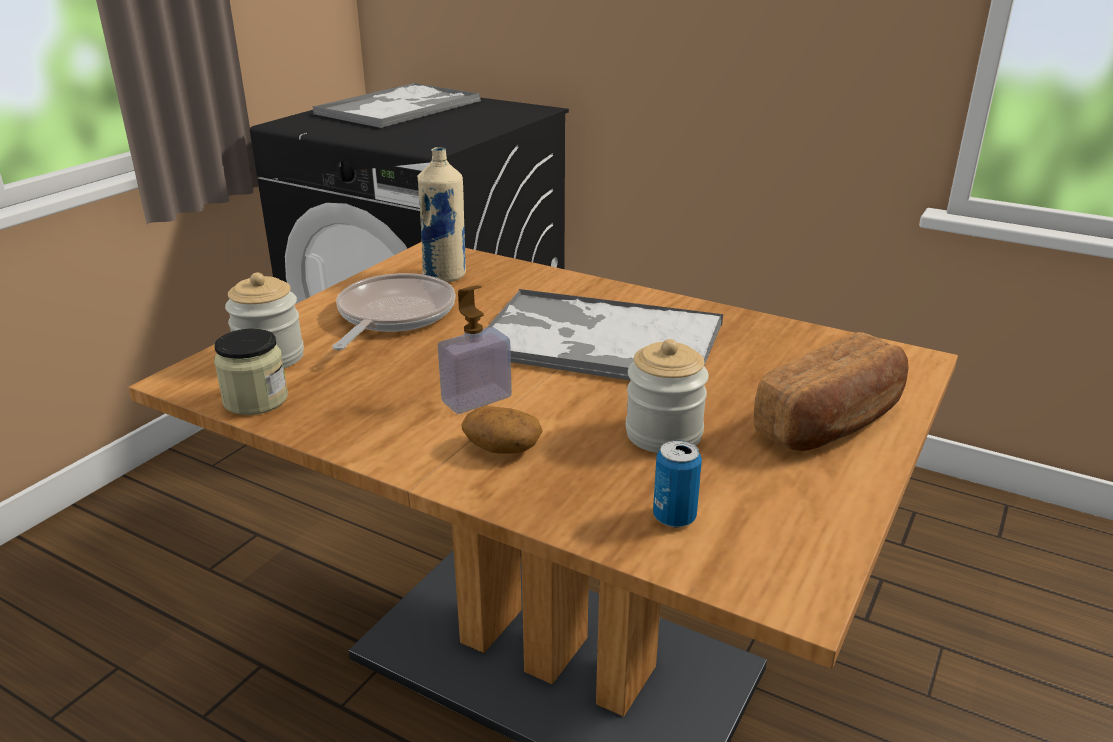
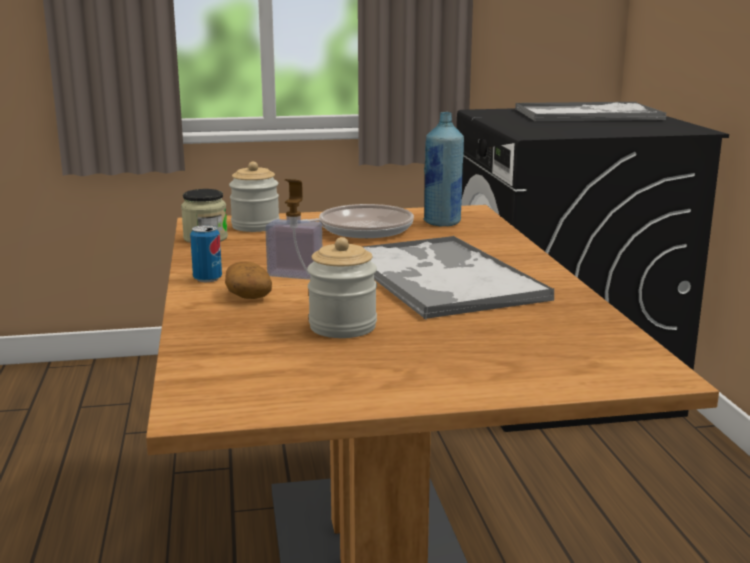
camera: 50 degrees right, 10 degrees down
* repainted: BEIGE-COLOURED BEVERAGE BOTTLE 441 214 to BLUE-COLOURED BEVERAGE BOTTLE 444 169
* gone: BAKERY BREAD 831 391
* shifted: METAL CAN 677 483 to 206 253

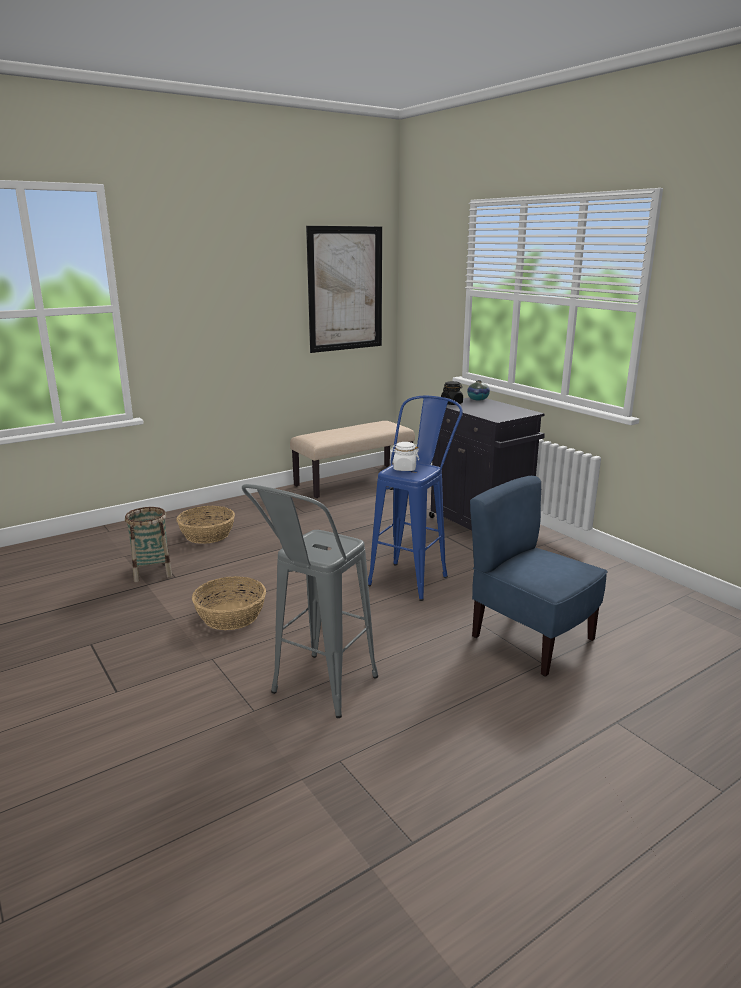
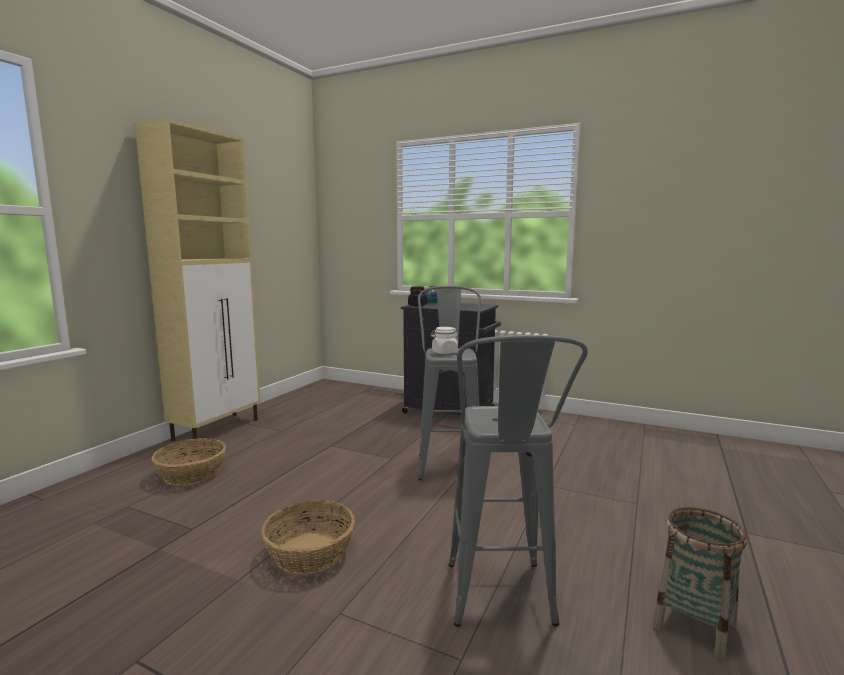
camera: 30 degrees left, 10 degrees down
* gone: WALL PICTURE 344 289
* repainted: BLUE-COLOURED STOOL 415 498 to GREYISH STOOL 449 383
* gone: BEIGE-COLOURED INDOOR BENCH 352 459
* gone: BLUE-COLOURED UPRIGHT CHAIR 539 576
* shifted: STORAGE BASKET 148 544 to 700 583
* new: BEIGE-COLOURED STORAGE CABINET 198 281

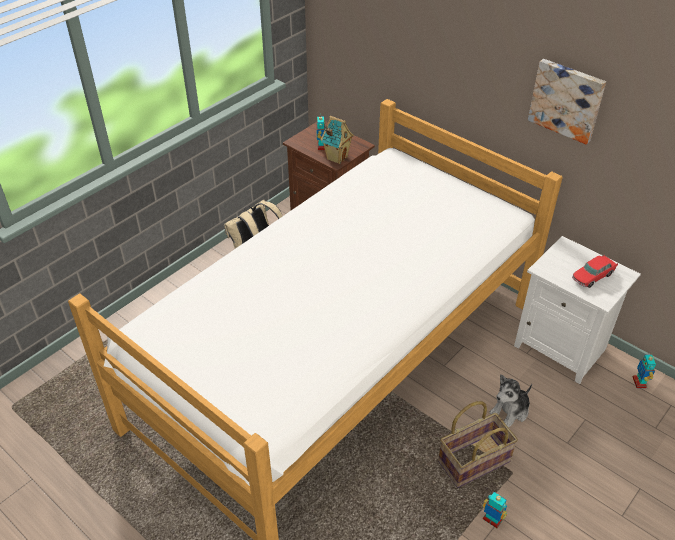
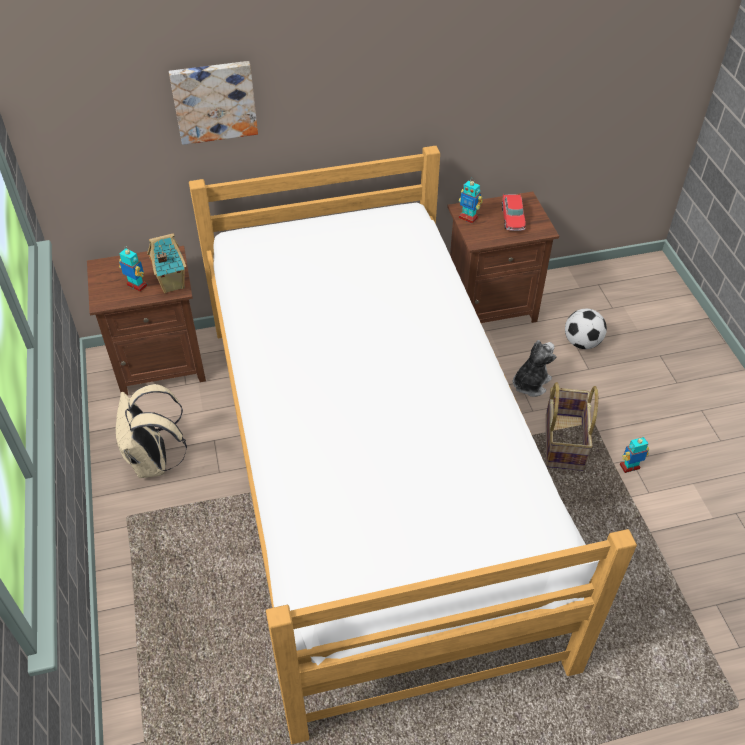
camera: 55 degrees left, 5 degrees up
* shifted: WALL PICTURE 567 102 to 213 103
* repainted: WHITE-COLOURED NIGHT TABLE 577 310 to BROWN-COLOURED NIGHT TABLE 503 257
* shifted: MODEL ROBOT 644 371 to 471 200
* rotated: CUDDLY TOY 510 401 = 535 368 135 degrees counterclockwise
* new: FOOTBALL BALL 586 329

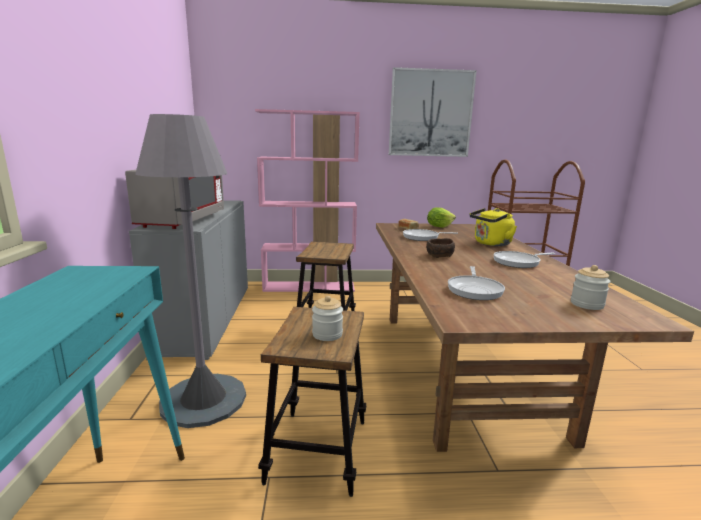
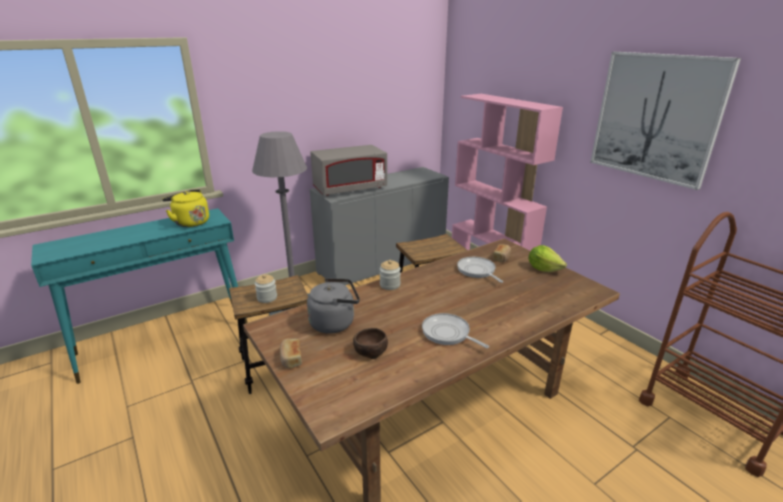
camera: 60 degrees right, 10 degrees up
* shifted: YELLOWISH KETTLE 493 227 to 185 208
* shifted: BROWN-COLOURED SERVING BOWL 440 248 to 370 343
* shifted: STORAGE JAR 590 287 to 390 275
* swapped: PAN 476 283 to GREYISH KETTLE 333 306
* new: BAKERY BREAD 291 354

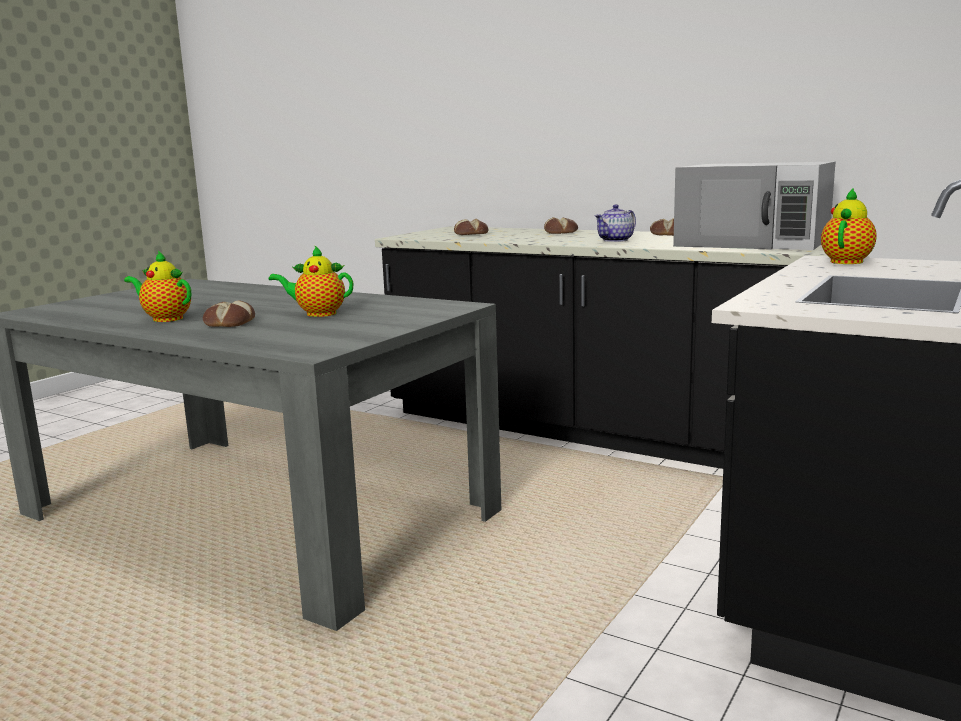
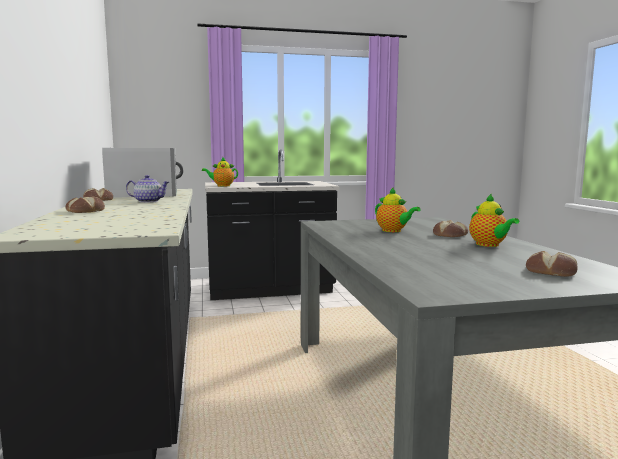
camera: 135 degrees left, 5 degrees down
* shifted: BAKERY BREAD 471 227 to 551 264

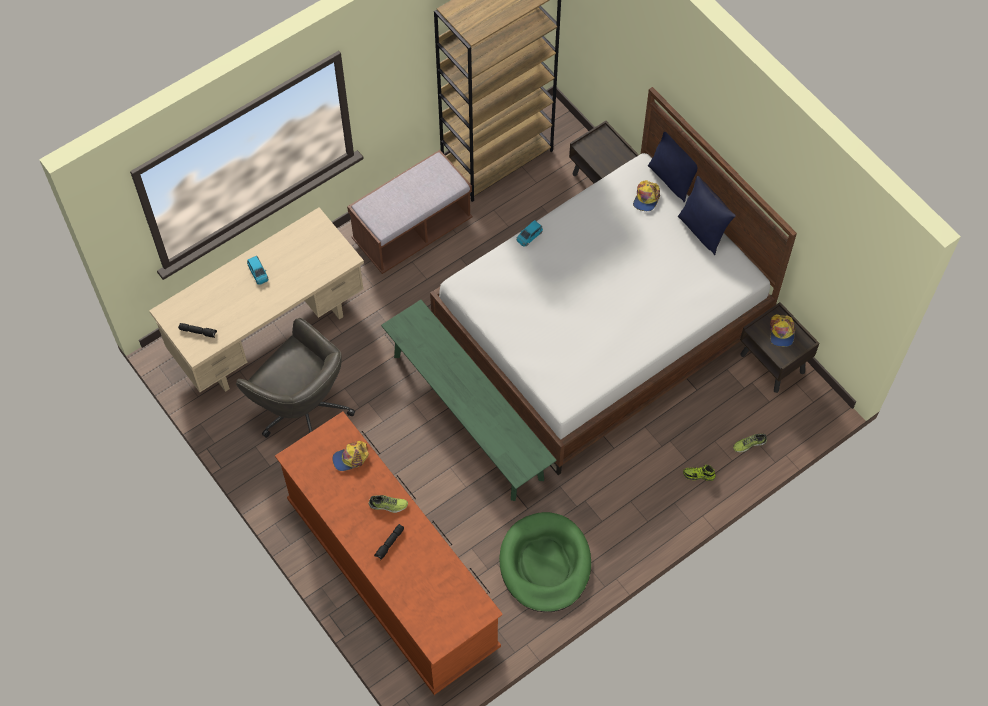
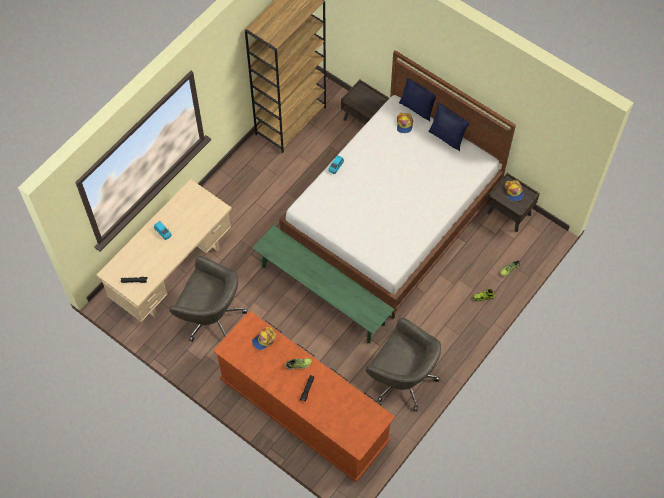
camera: 15 degrees left, 0 degrees up
* gone: BROWN-COLOURED INDOOR BENCH 409 212
* swapped: GREEN PET BED 545 562 to GREYISH DESK CHAIR 403 365

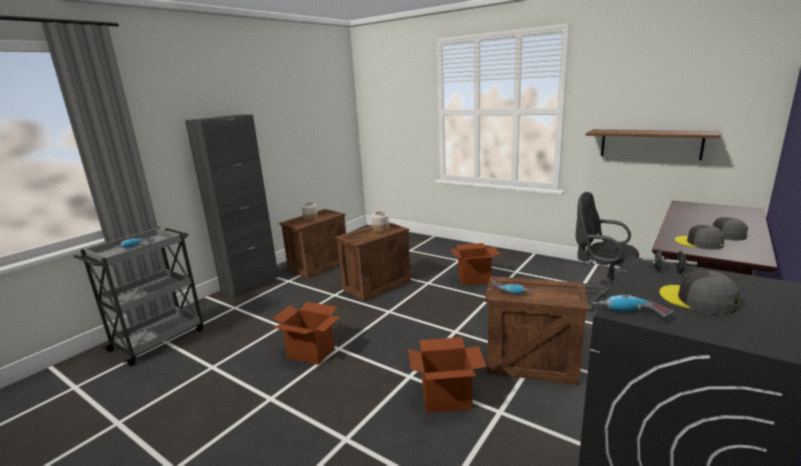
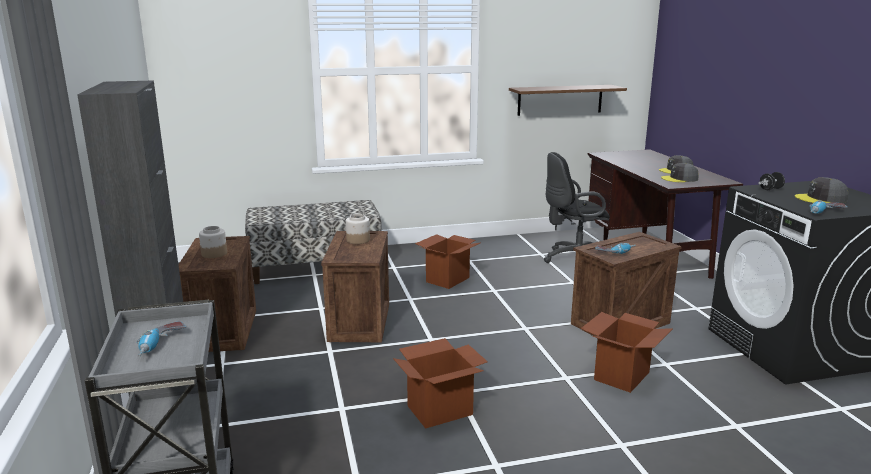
camera: 50 degrees left, 0 degrees up
* new: INDOOR BENCH 313 242

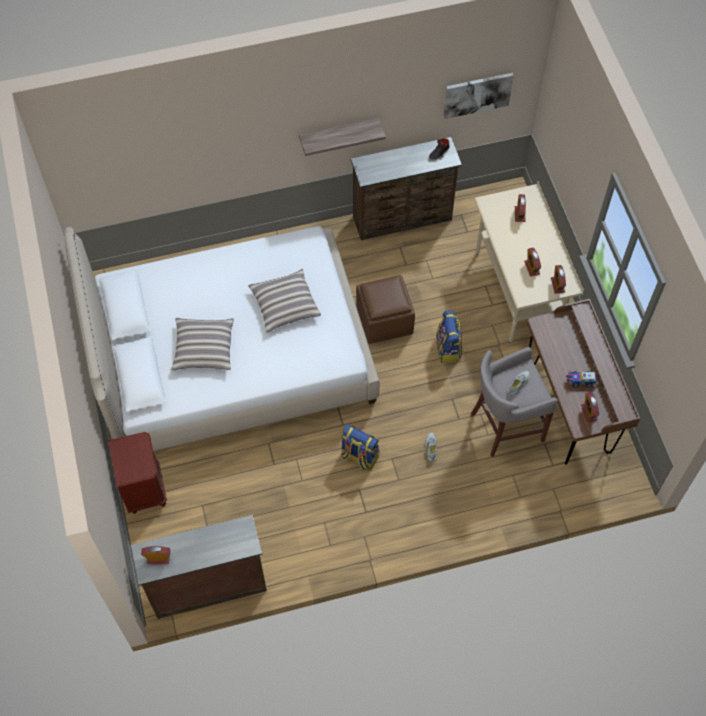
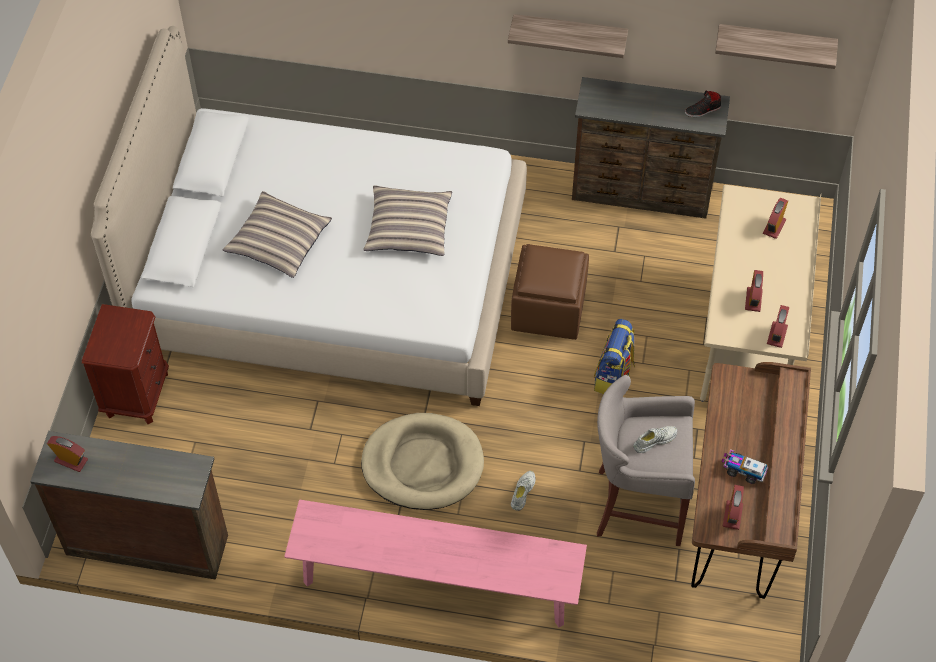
camera: 25 degrees right, 5 degrees down
* swapped: WALL PICTURE 479 95 to SHELF 776 46
* swapped: RUCKSACK 360 447 to BEIGE-COLOURED PET BED 422 461
* new: PINK INDOOR BENCH 435 563

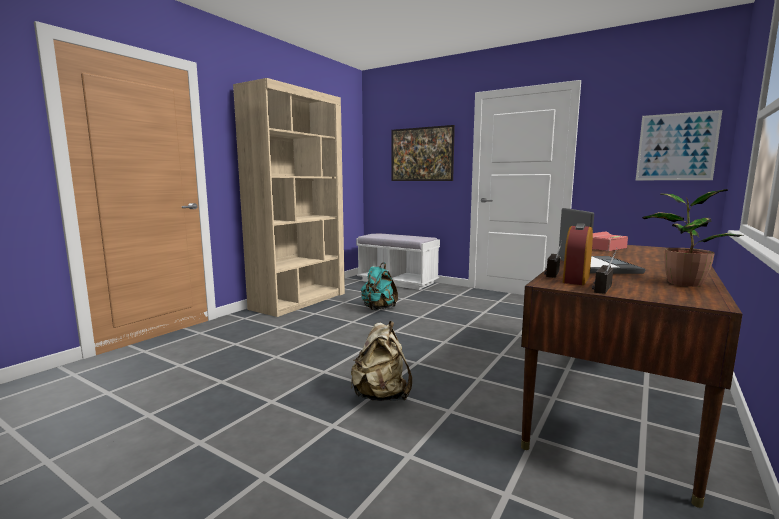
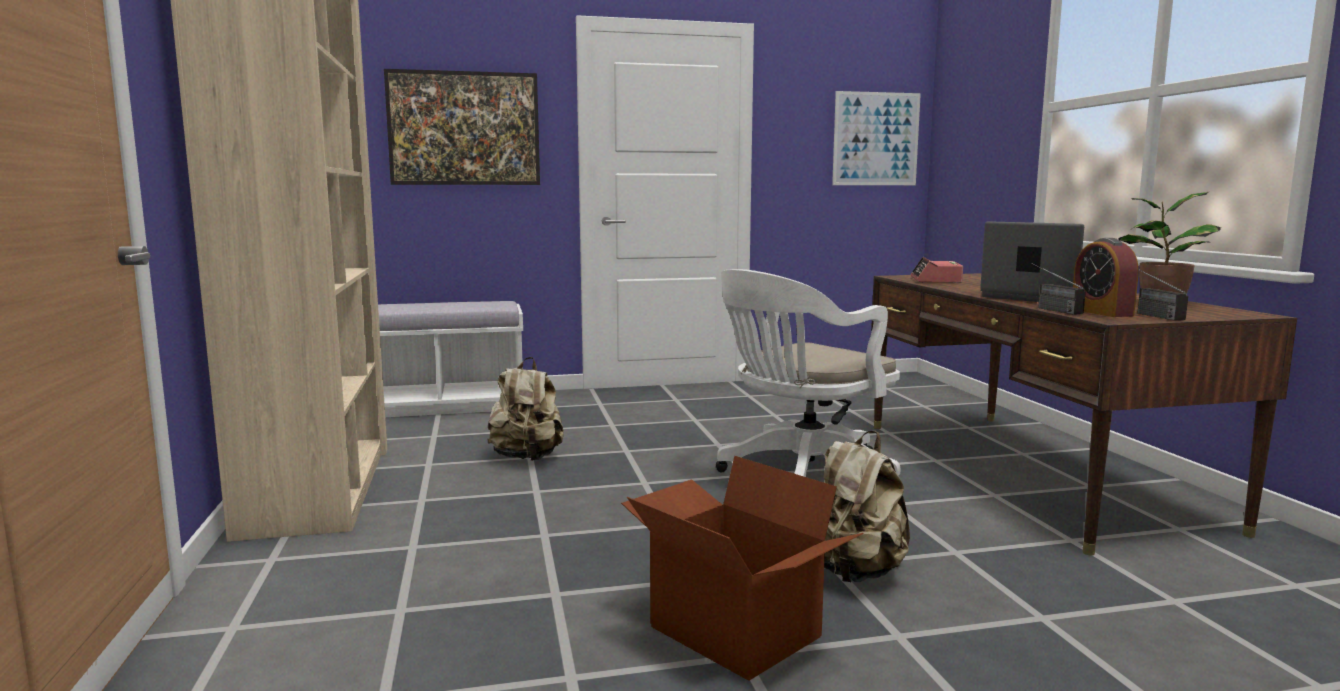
camera: 45 degrees left, 0 degrees up
* repainted: TURQUOISE-COLOURED RUCKSACK 379 286 to BEIGE-COLOURED RUCKSACK 526 409
* new: WHITE-COLOURED DESK CHAIR 808 373
* new: CARDBOARD BOX 742 568

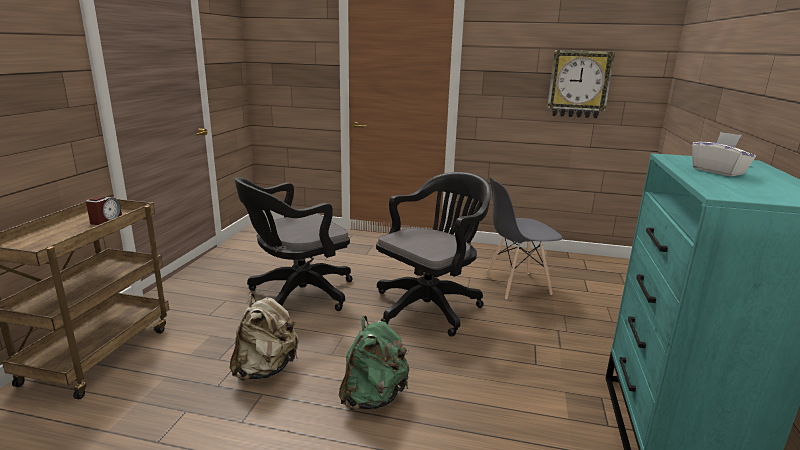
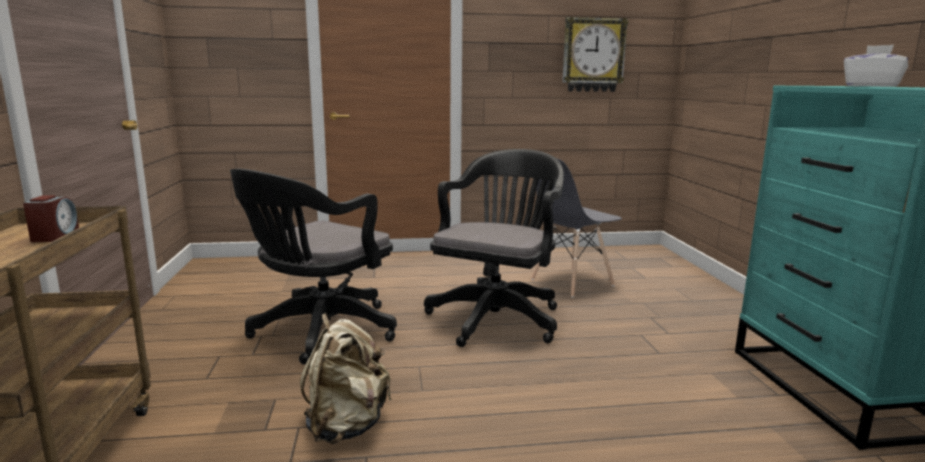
camera: 20 degrees left, 5 degrees down
* gone: GREEN RUCKSACK 374 363

